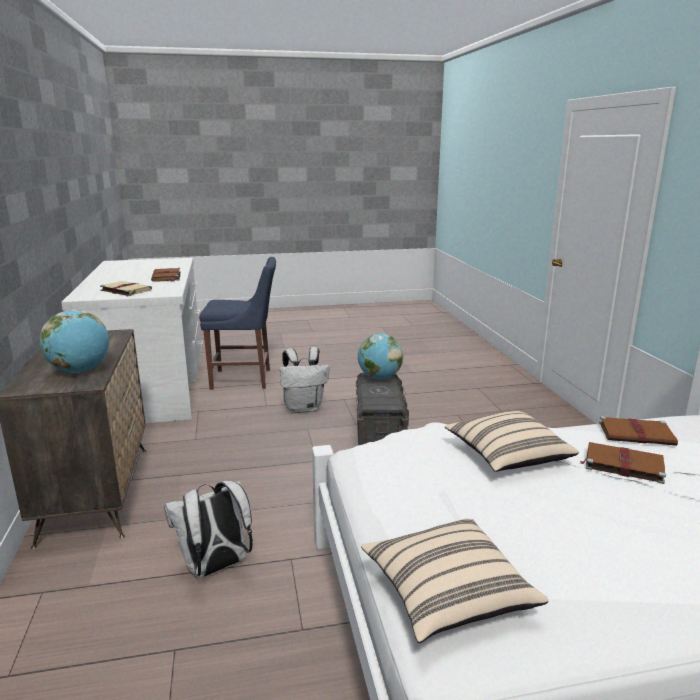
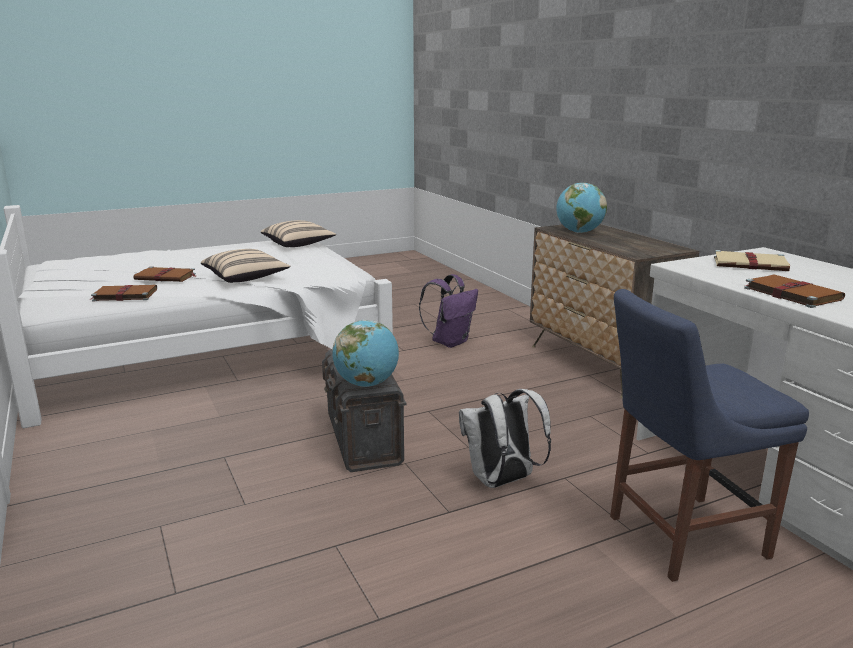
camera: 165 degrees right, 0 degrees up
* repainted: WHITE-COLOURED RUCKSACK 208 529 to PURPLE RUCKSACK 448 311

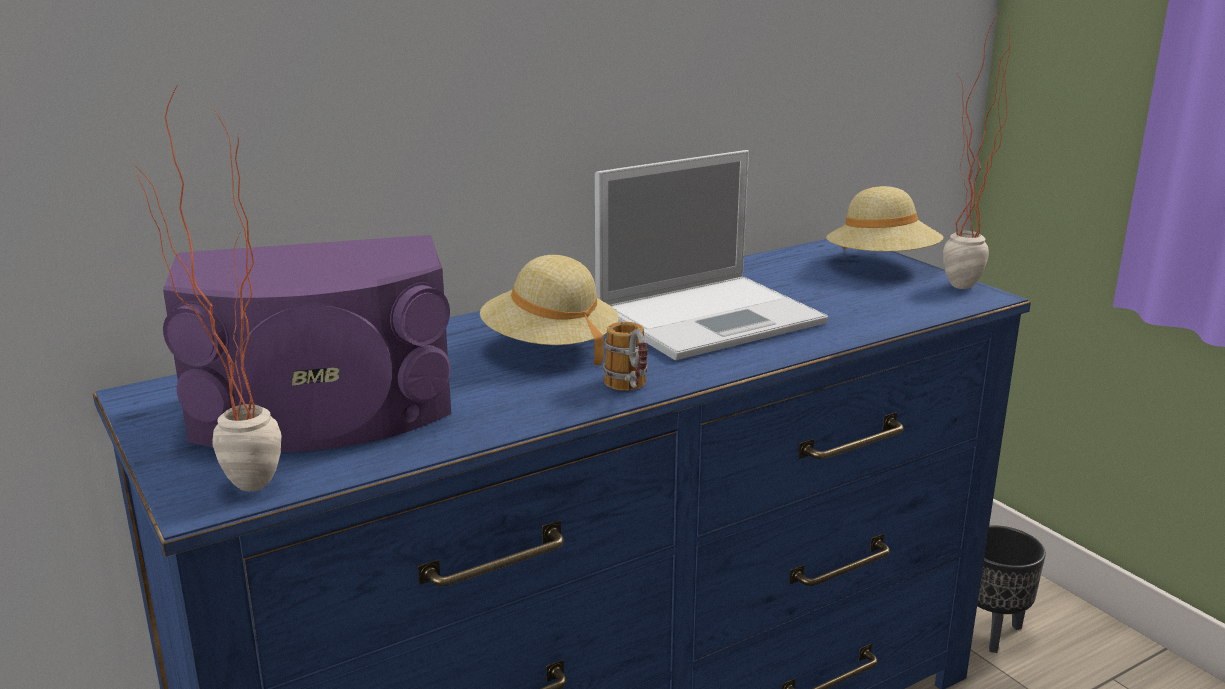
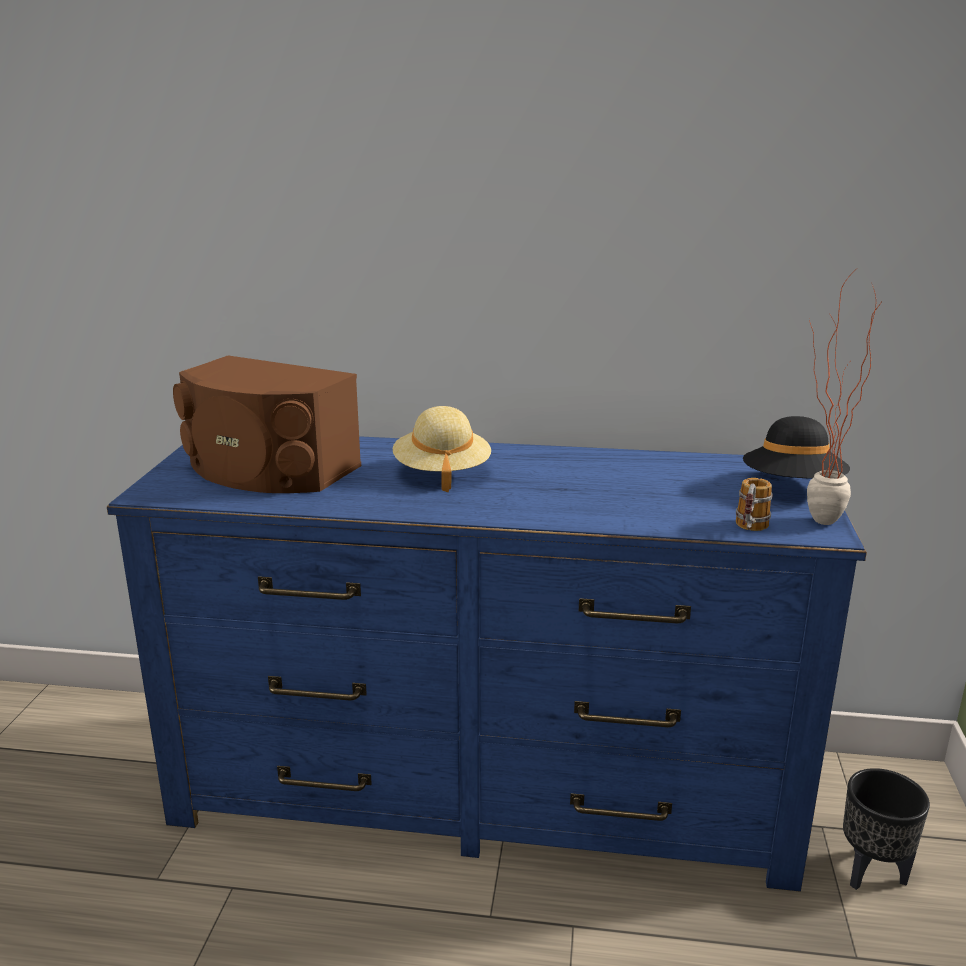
camera: 40 degrees right, 0 degrees up
* gone: POTTED PLANT 207 287
* gone: NOTEBOOK COMPUTER 711 255
* repainted: BEIGE-COLOURED HAT 884 219 to BLACK HAT 796 447
* repainted: PURPLE AUDIO SPEAKER 307 343 to BROWN-COLOURED AUDIO SPEAKER 267 424
* shifted: MUG 625 356 to 754 504

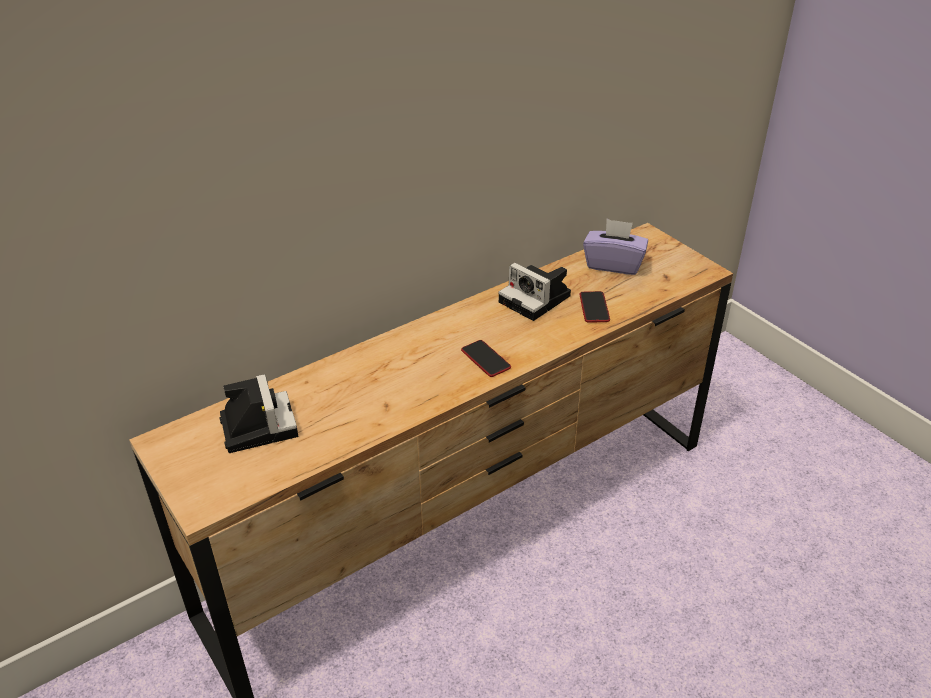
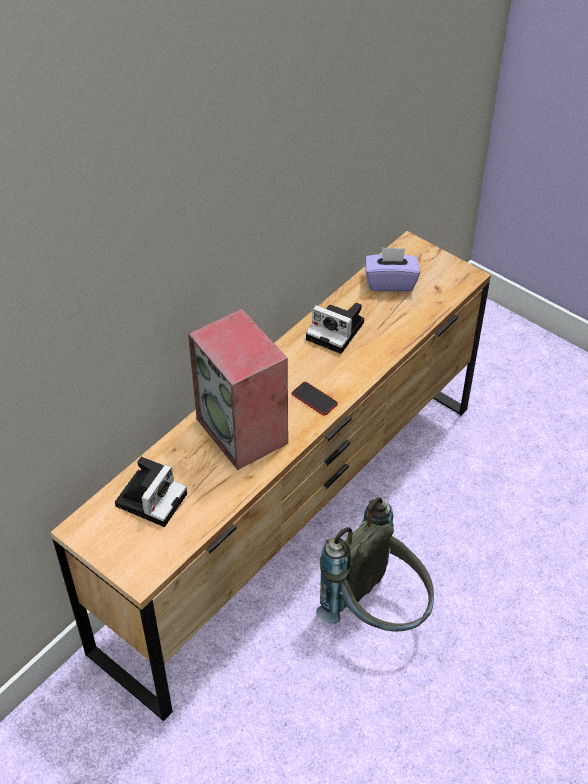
camera: 15 degrees left, 10 degrees up
* gone: TELEPHONE 594 307
* rotated: STILL CAMERA 259 413 = 151 492 60 degrees clockwise
* new: AUDIO SPEAKER 238 389
* new: GREYISH RUCKSACK 375 564

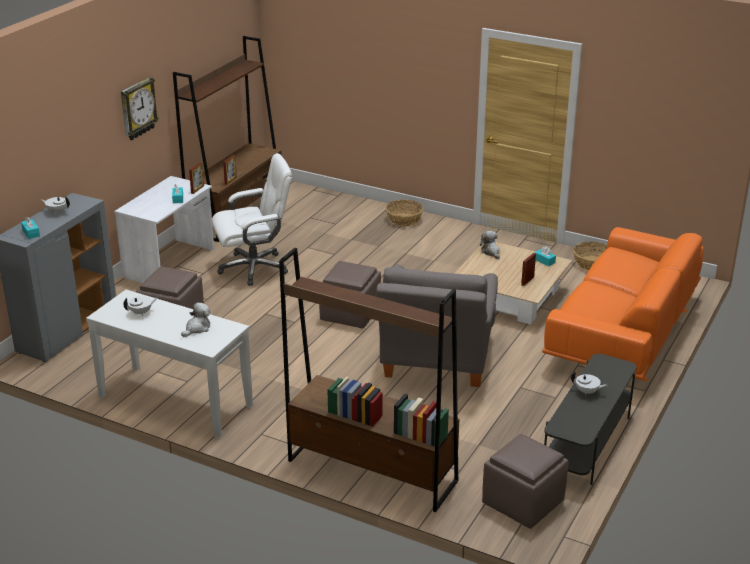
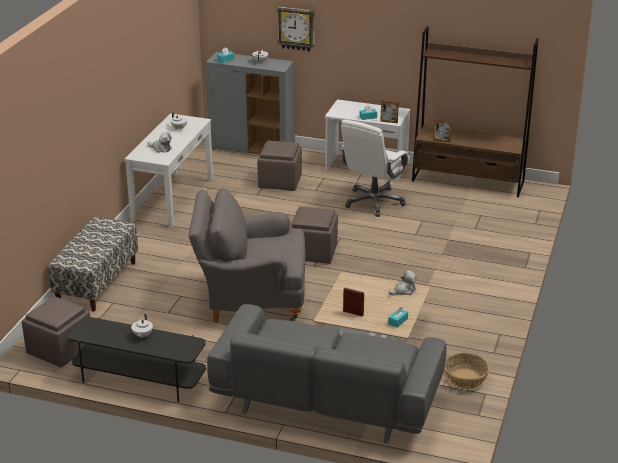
camera: 80 degrees right, 0 degrees up
* shifted: WALL CLOCK 140 108 to 296 29
* rotated: WHITE-COLOURED DESK CHAIR 252 219 = 375 168 60 degrees clockwise
* gone: STORAGE BASKET 404 212
* repainted: ORANGE SOFA 623 304 to GREYISH SOFA 326 374
* swapped: BROWN-COLOURED BOOKCASE 369 380 to INDOOR BENCH 93 264

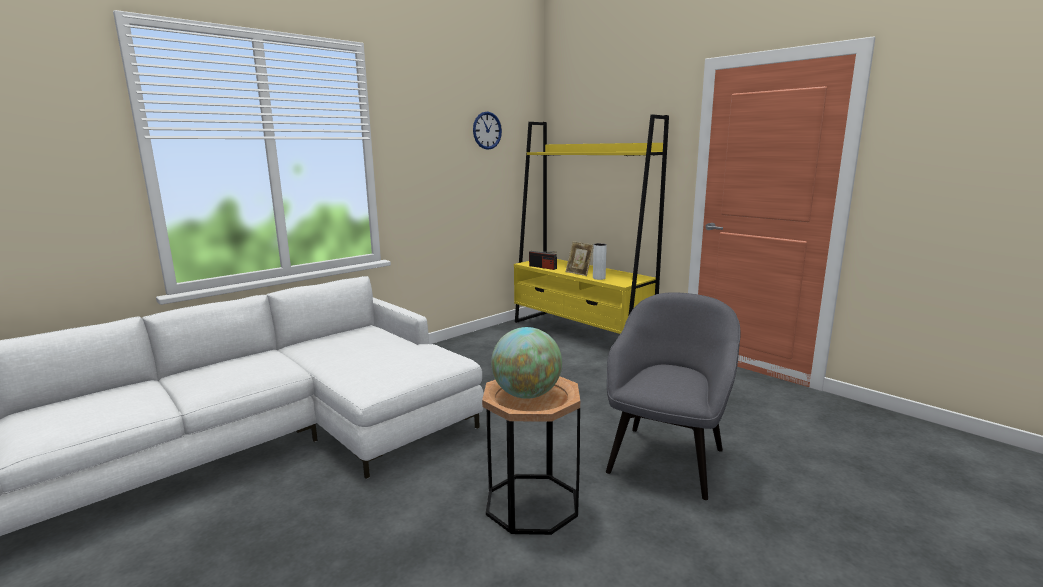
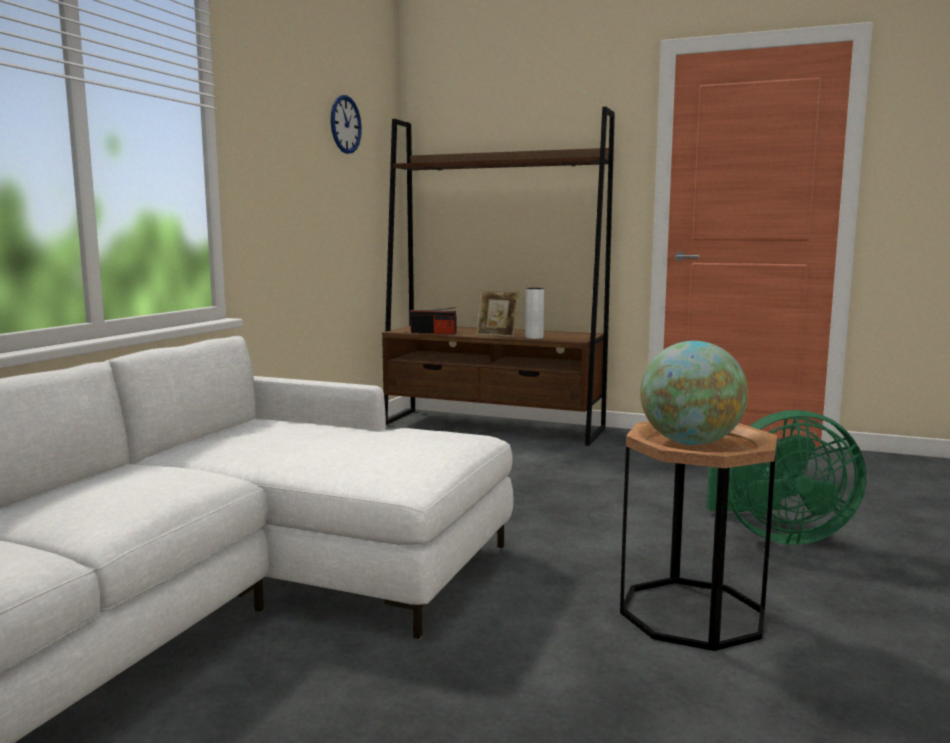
camera: 25 degrees left, 5 degrees down
* repainted: YELLOWISH BOOKCASE 591 224 to BROWN-COLOURED BOOKCASE 498 276
* swapped: GREYISH EASY CHAIR 673 396 to GREEN COOLING FAN 786 477

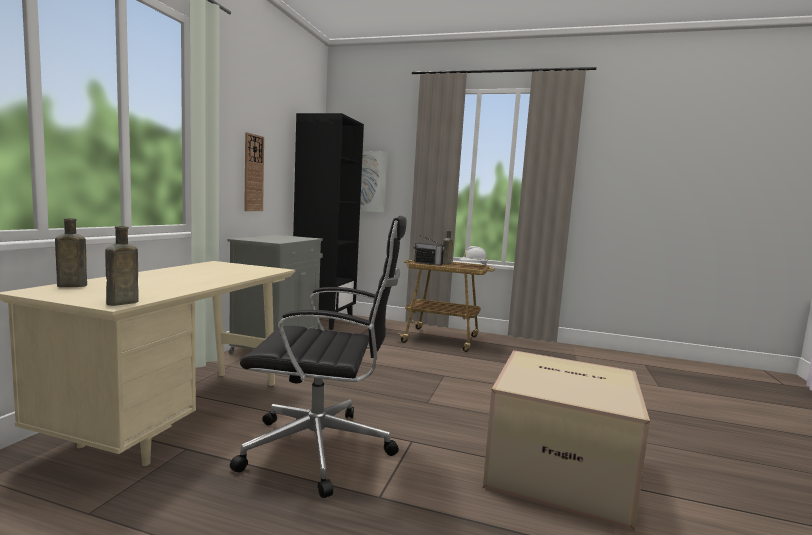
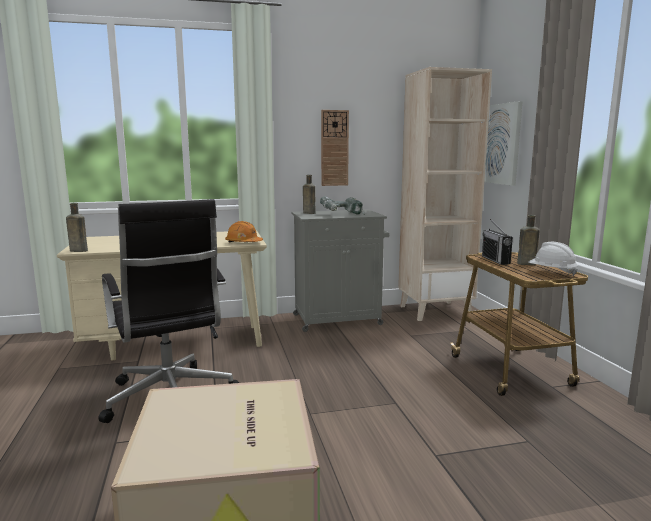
camera: 60 degrees right, 5 degrees up
* repainted: BLACK BOOKCASE 328 221 to BEIGE-COLOURED BOOKCASE 445 194
* shifted: BROWN-COLOURED BEVERAGE BOTTLE 71 252 to 309 194
* new: DRILL 342 205
* new: ORANGE SAFETY HELMET 244 231

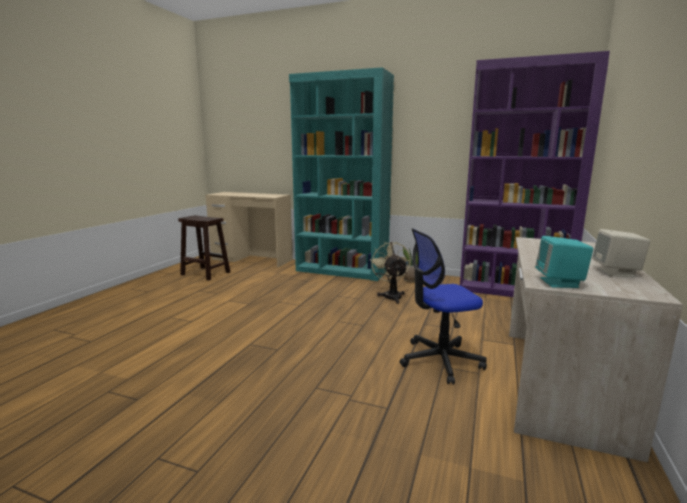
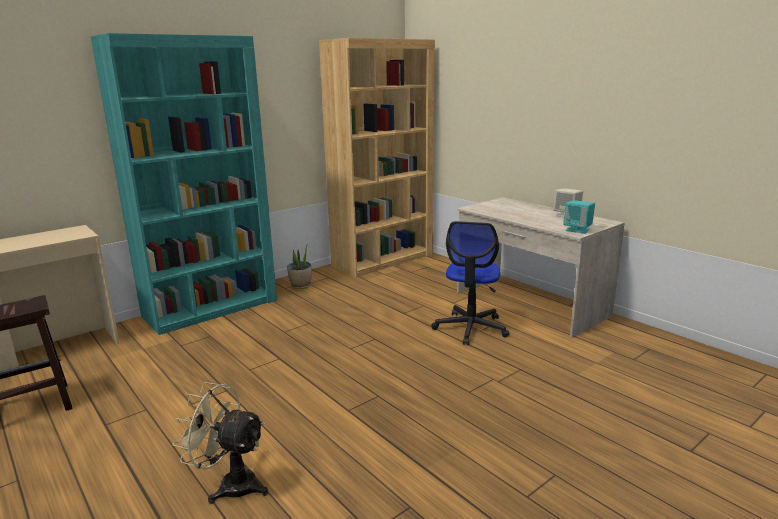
camera: 60 degrees left, 5 degrees up
* repainted: PURPLE BOOKCASE 535 174 to BROWN-COLOURED BOOKCASE 377 157
* shifted: BEIGE-COLOURED COOLING FAN 390 272 to 220 443

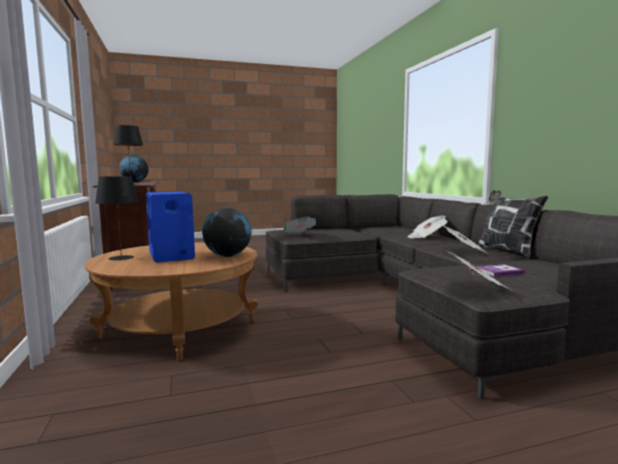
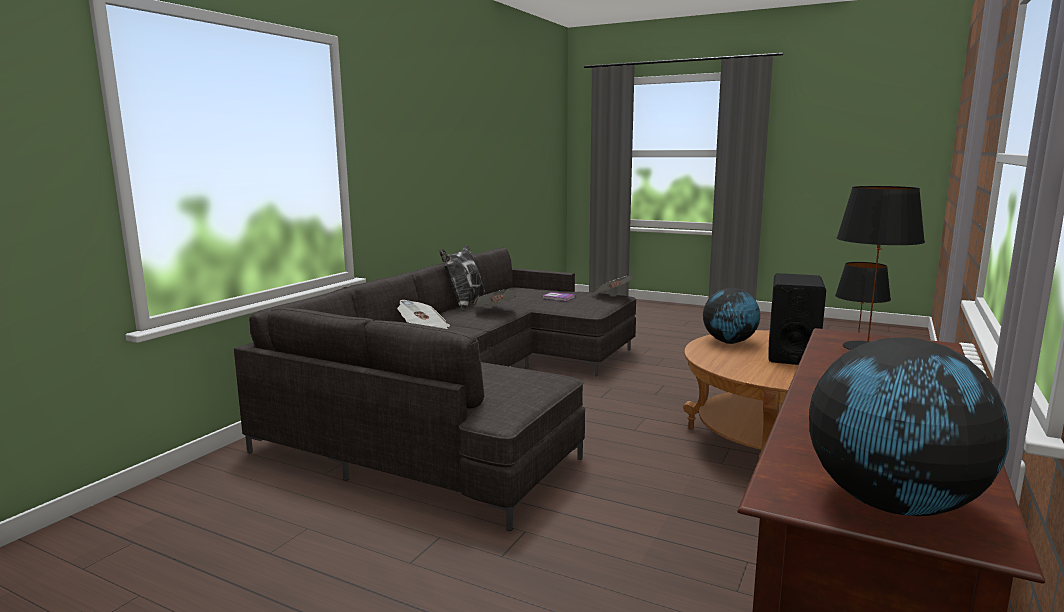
camera: 135 degrees left, 5 degrees up
* repainted: BLUE-COLOURED AUDIO SPEAKER 170 227 to BLACK AUDIO SPEAKER 797 319
* gone: NEWSPAPER 300 225

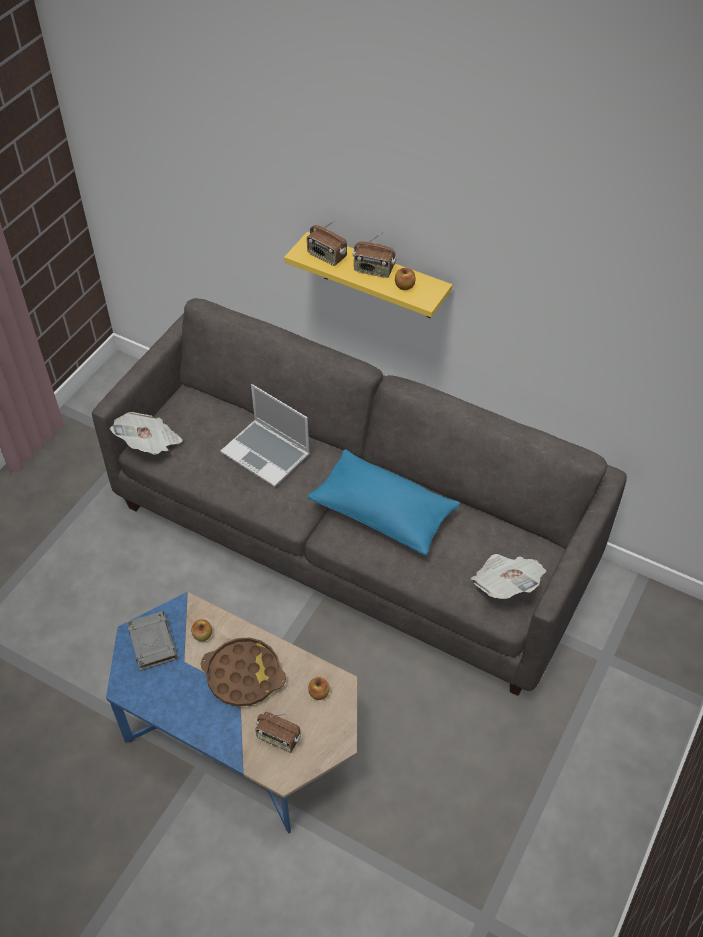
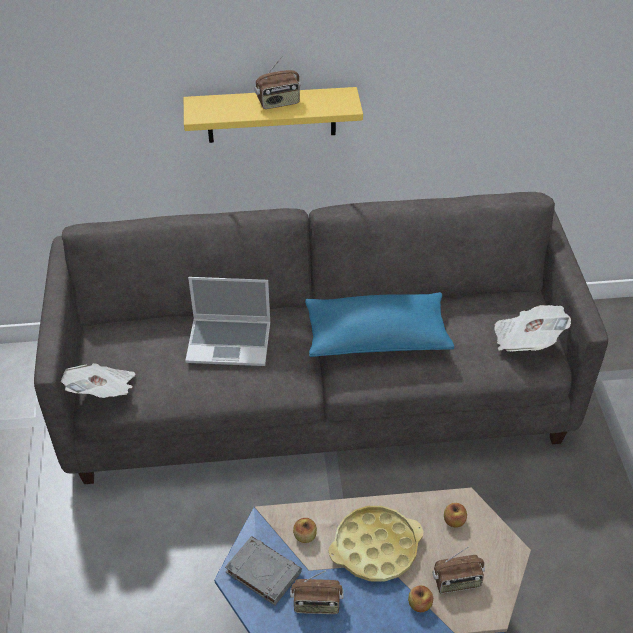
camera: 35 degrees left, 5 degrees down
* shifted: RADIO RECEIVER 327 243 to 317 592
* shifted: APPLE FRUIT 405 279 to 420 598
* repainted: BROWN-COLOURED CARRYING TRAY 243 672 to YELLOWISH CARRYING TRAY 375 544

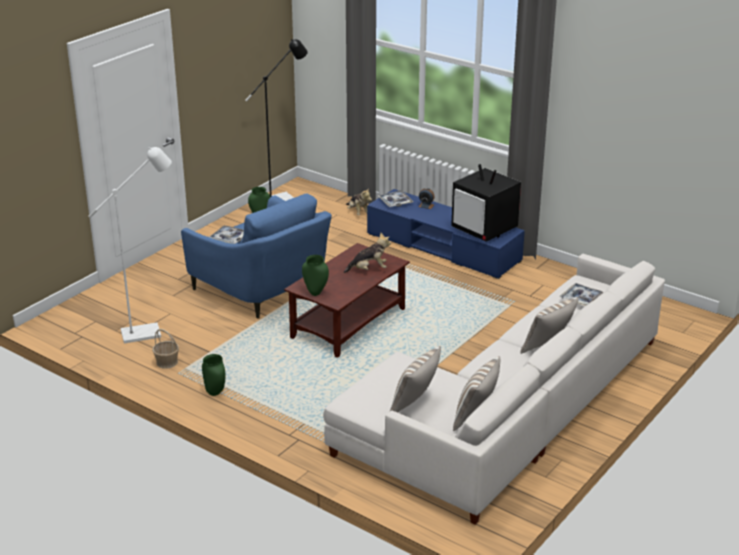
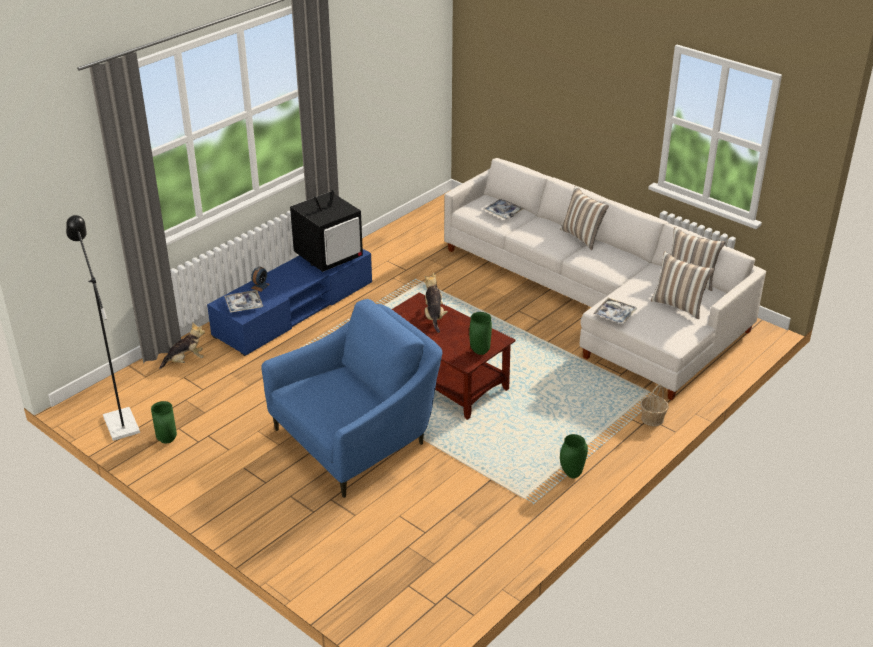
camera: 85 degrees left, 5 degrees up
* gone: WHITE-COLOURED STANDARD LAMP 130 245
* shifted: CARRYING TRAY 226 234 to 615 311
* shifted: STORAGE BASKET 165 349 to 654 405

